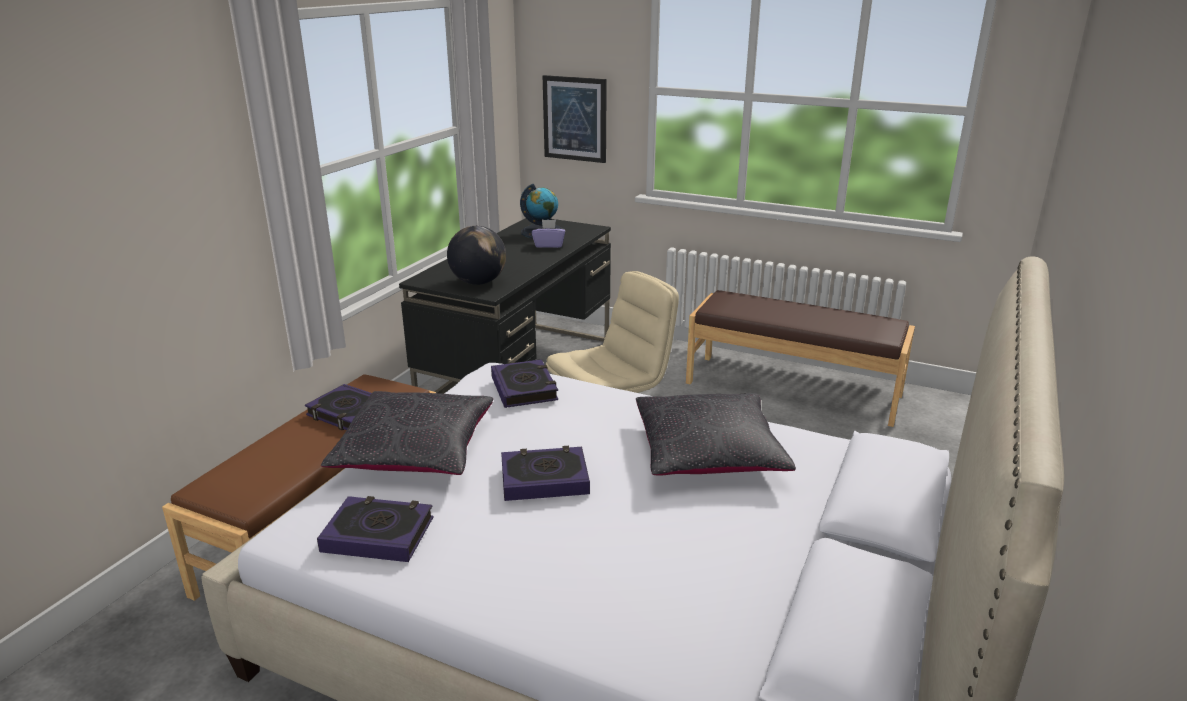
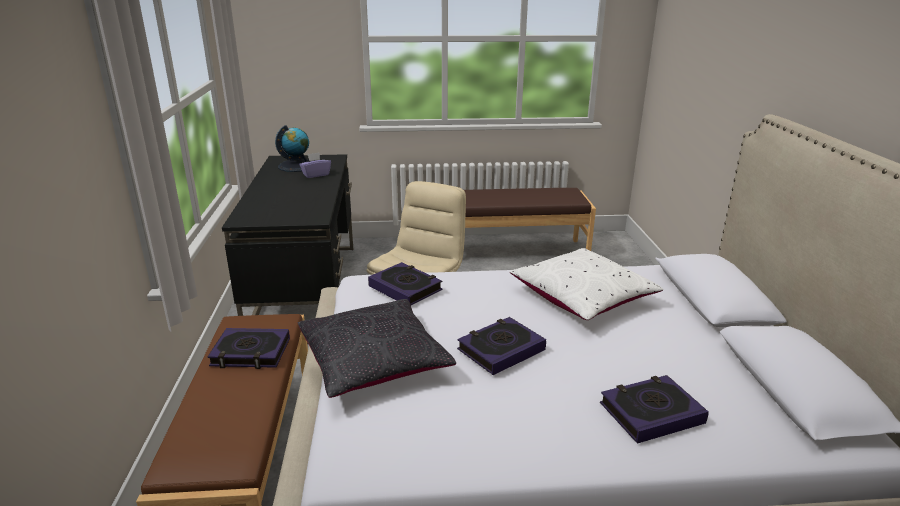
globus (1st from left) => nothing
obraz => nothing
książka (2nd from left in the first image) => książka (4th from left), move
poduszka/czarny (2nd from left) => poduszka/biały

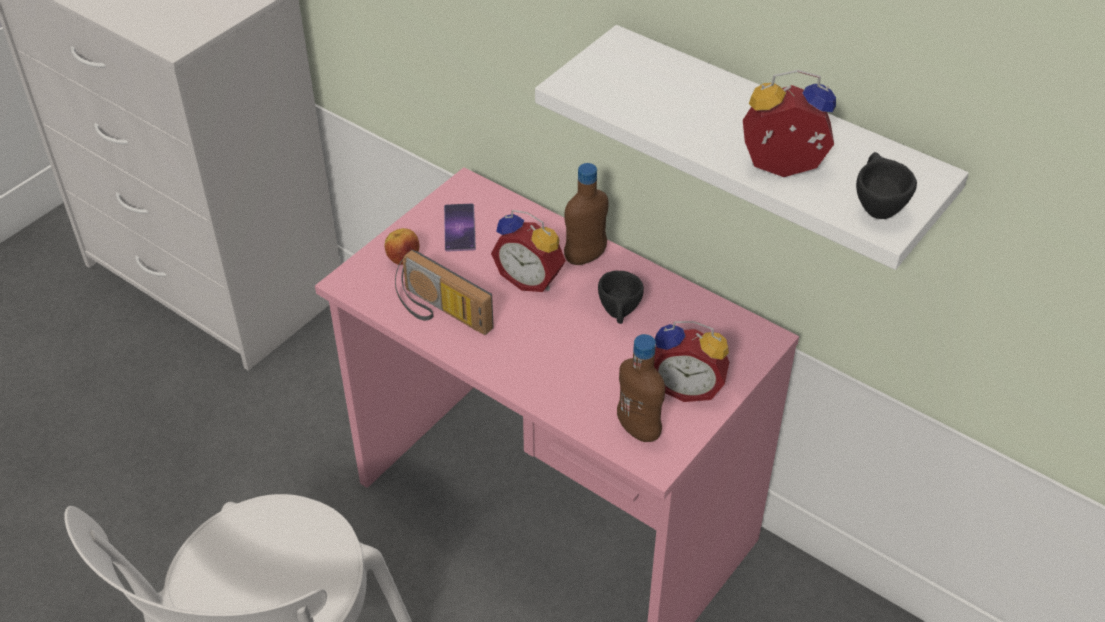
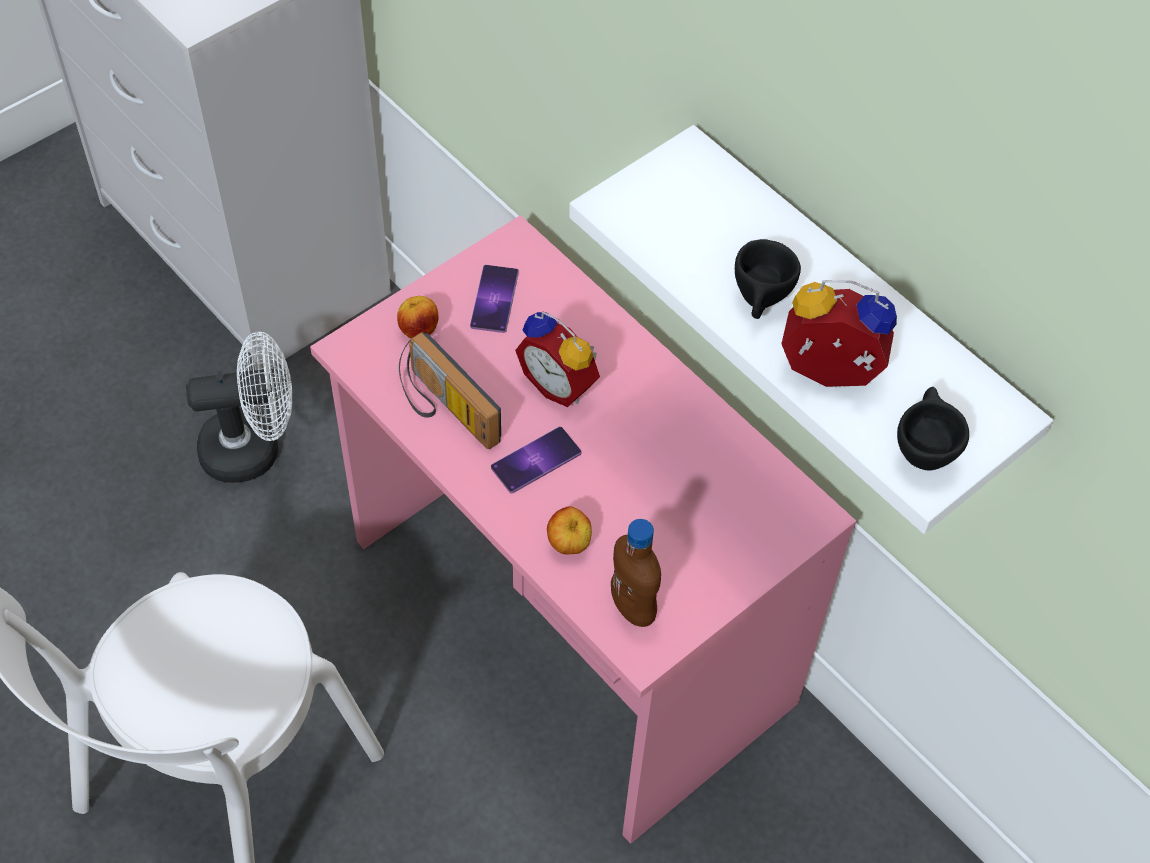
butelka/brązowy (1st from left) => nothing
budzik (2nd from left) => nothing
nothing => wentylator/biały
nothing => telefon (2nd from left)
nothing => jabłko (2nd from left)
filiżanka/czarny (1st from left), move

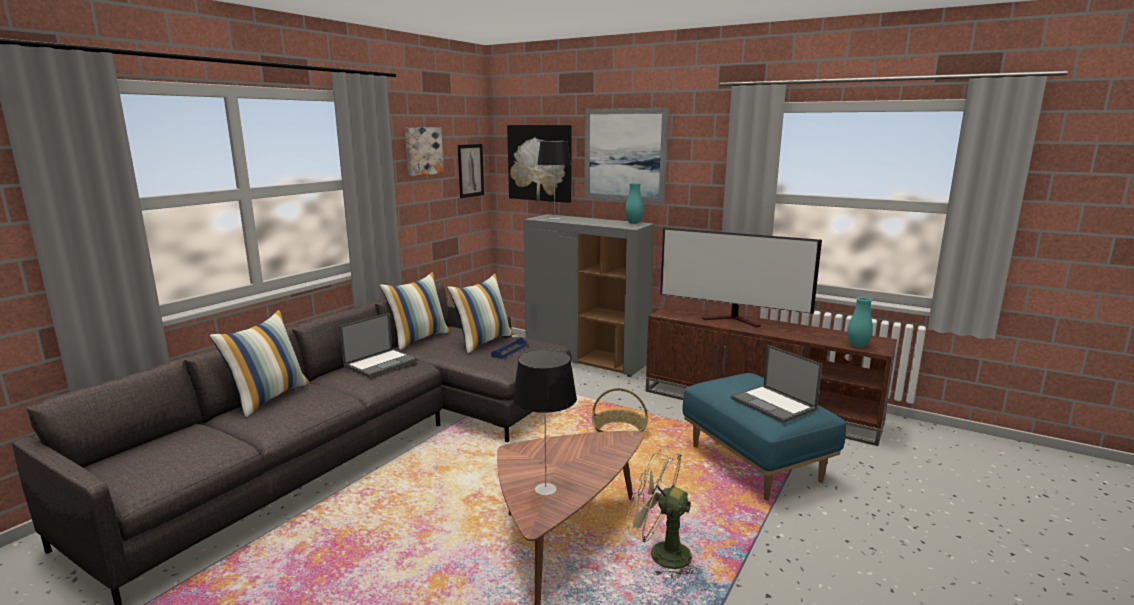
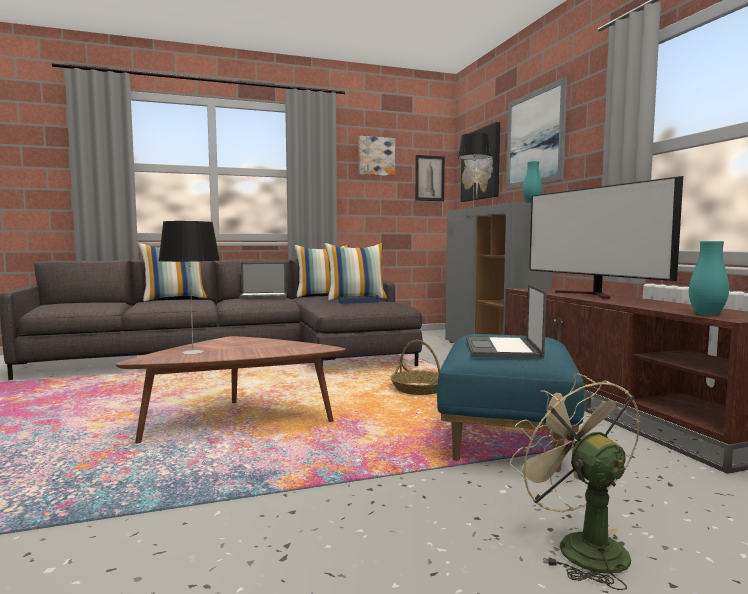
wentylator/beżowy, move

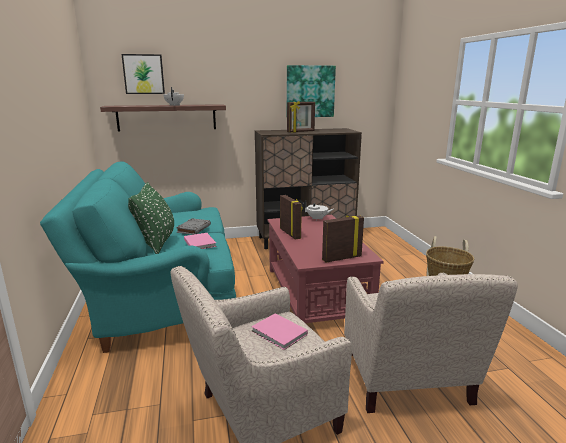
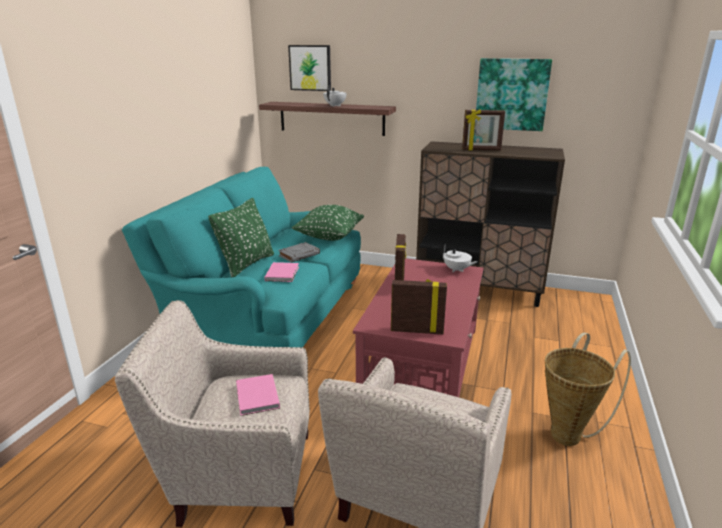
nothing => poduszka/zielony (2nd from left)

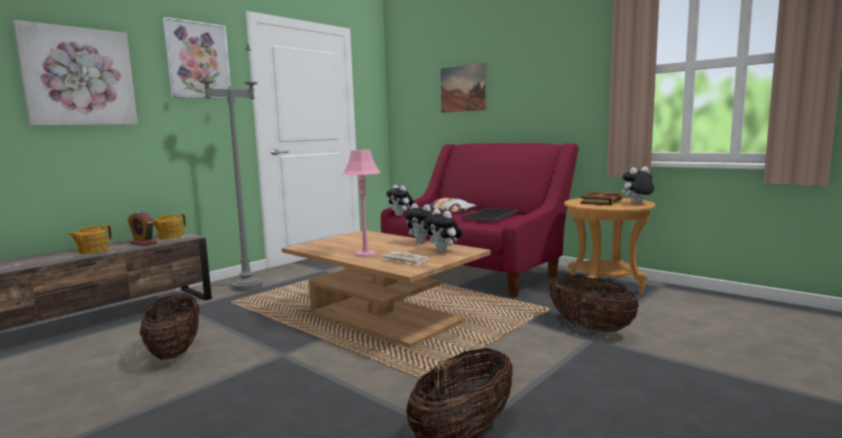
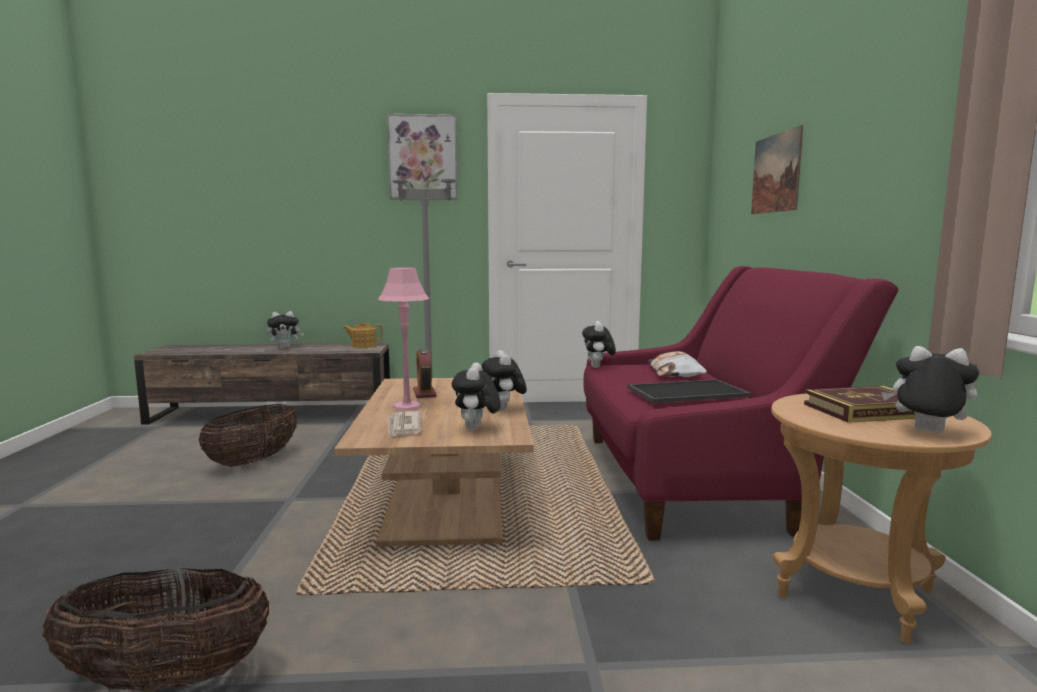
obraz (1st from left) => nothing
koszyk (3rd from left) => nothing
budzik, move
imbryk (1st from left) => pluszak (1st from left)

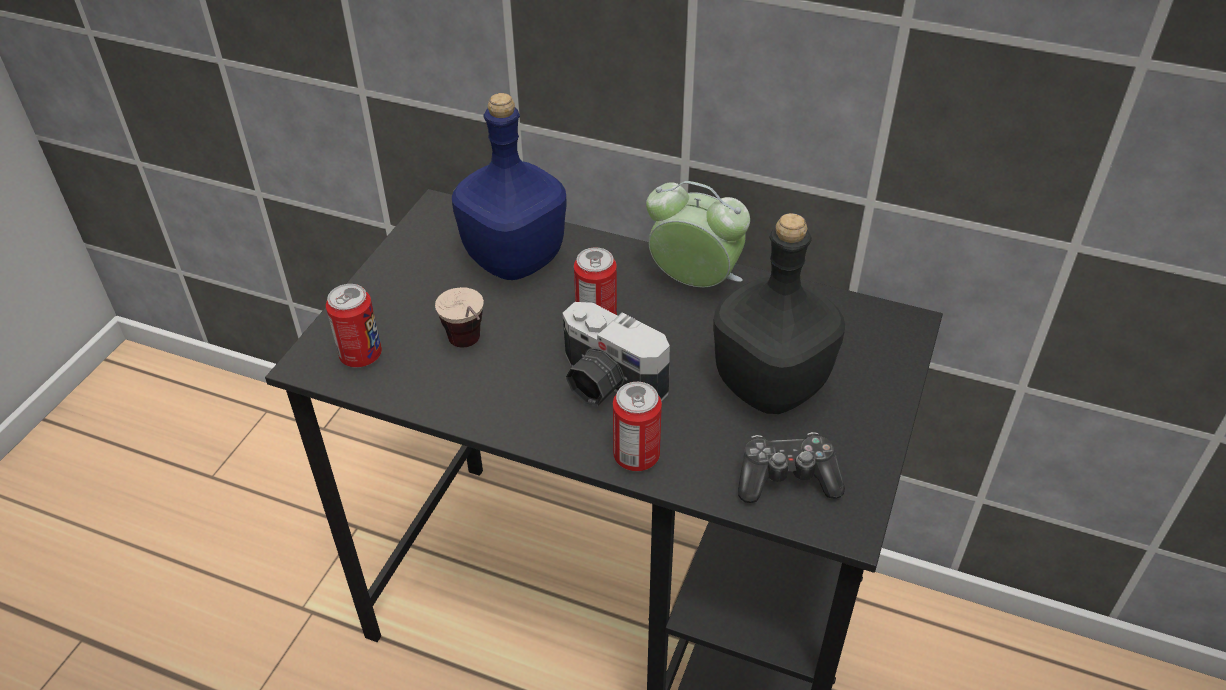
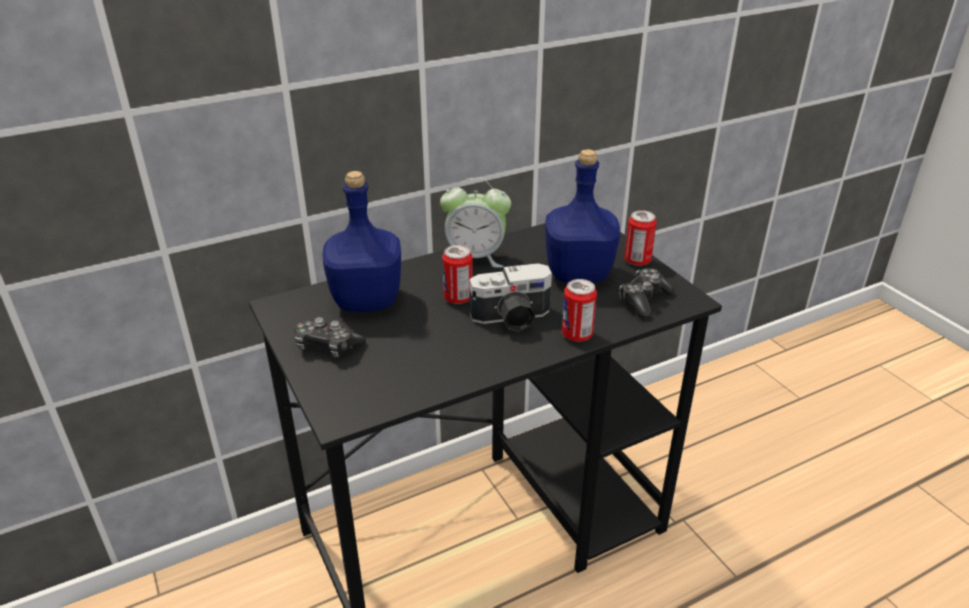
filiżanka => nothing
nothing => pad do gier (1st from left)
puszka (1st from left in the first image) => puszka (3rd from left), move
butelka/czarny => butelka/niebieski (2nd from left)
budzik, 150 degrees counterclockwise

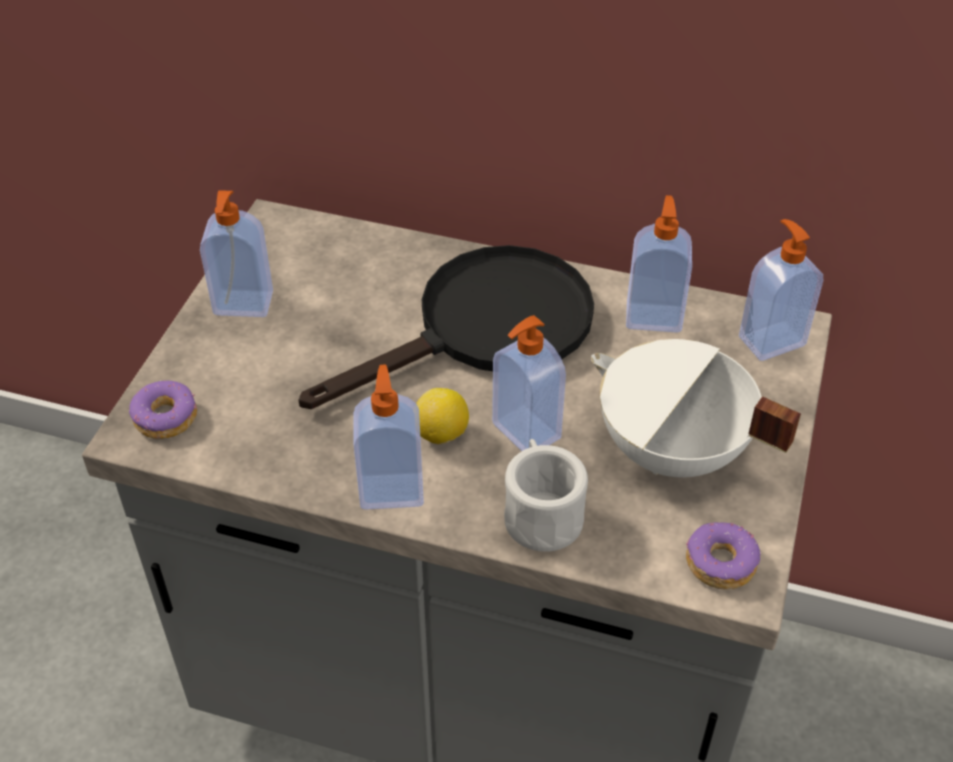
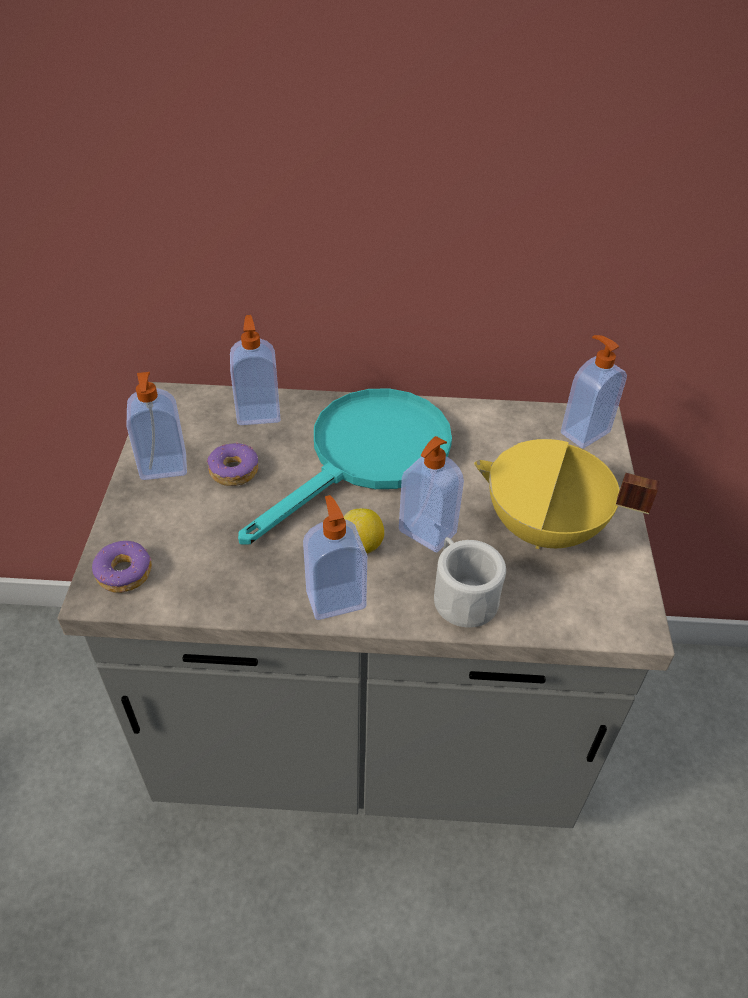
dozownik mydła (4th from left in the first image) => dozownik mydła (2nd from left), move
donut (2nd from left), move
patelnia/czarny => patelnia/turkusowy
garnek/biały => garnek/żółty

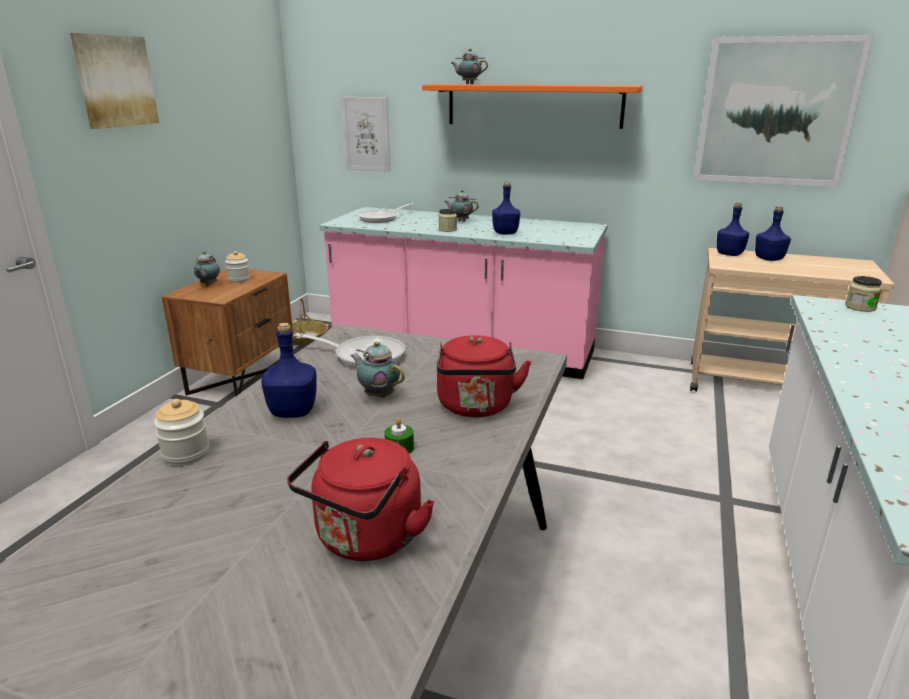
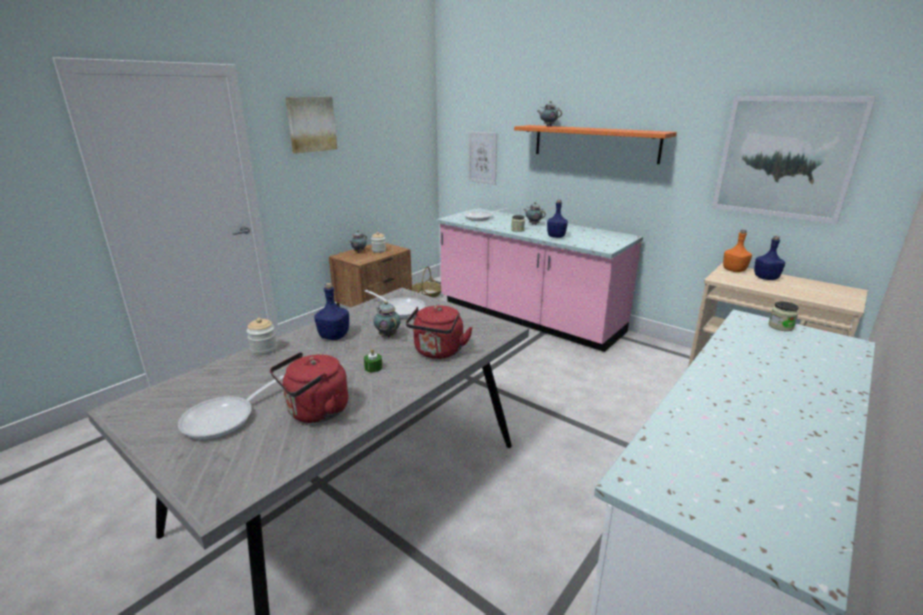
nothing => patelnia (1st from left)
butelka/niebieski (3rd from left) => butelka/pomarańczowy

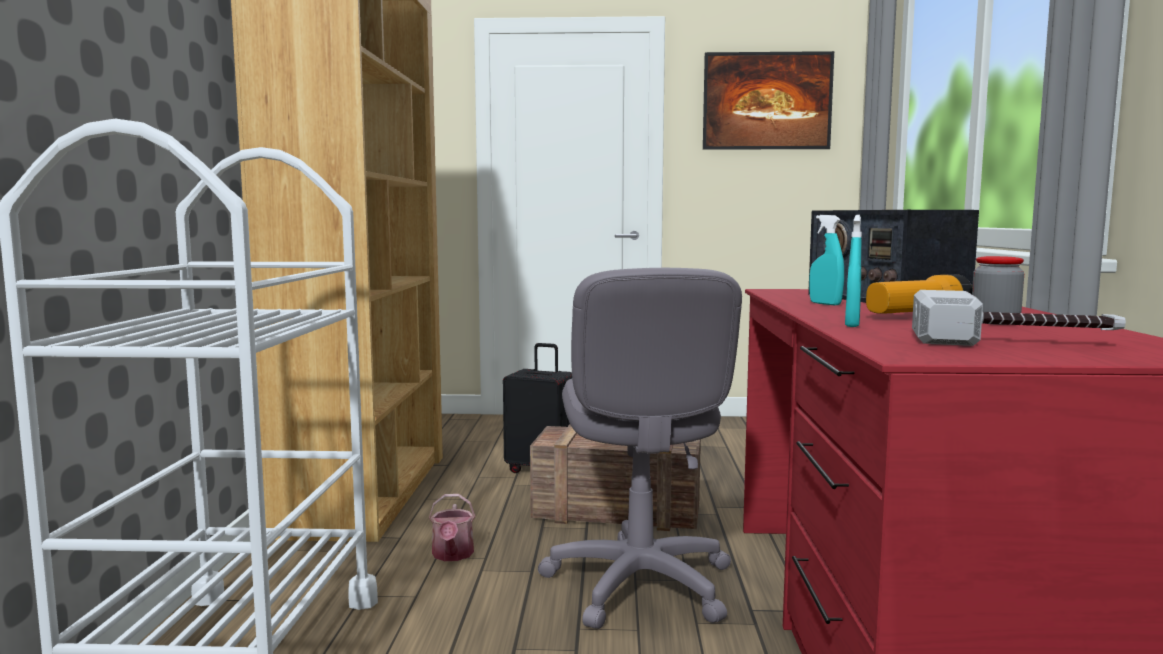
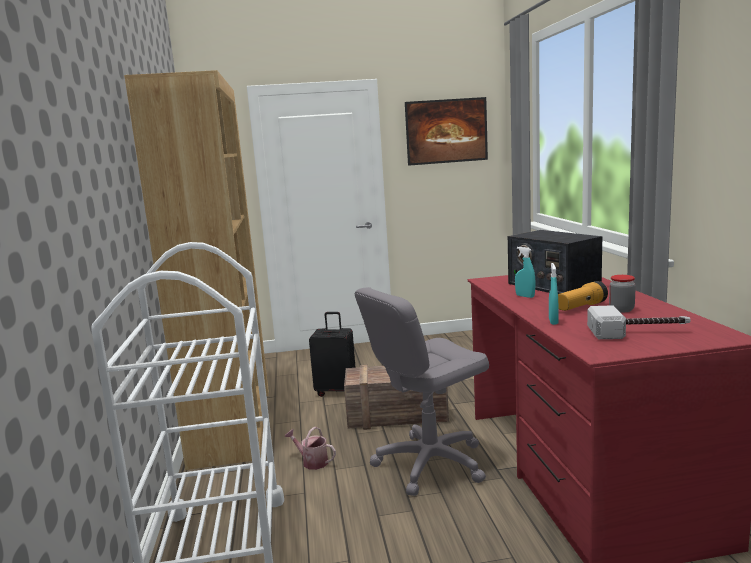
konewka, 135 degrees clockwise
krzesło biurowe/szary, 75 degrees clockwise

